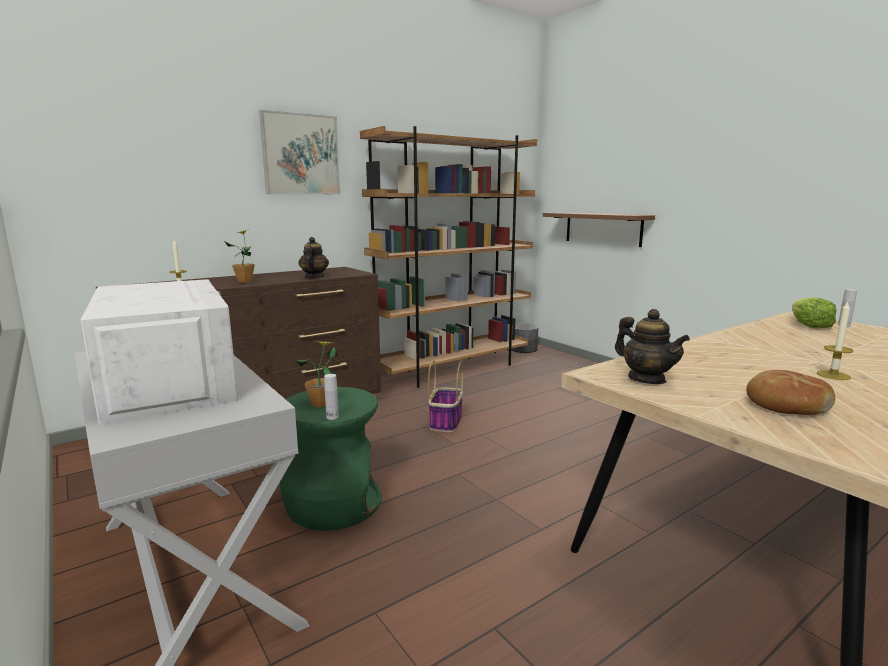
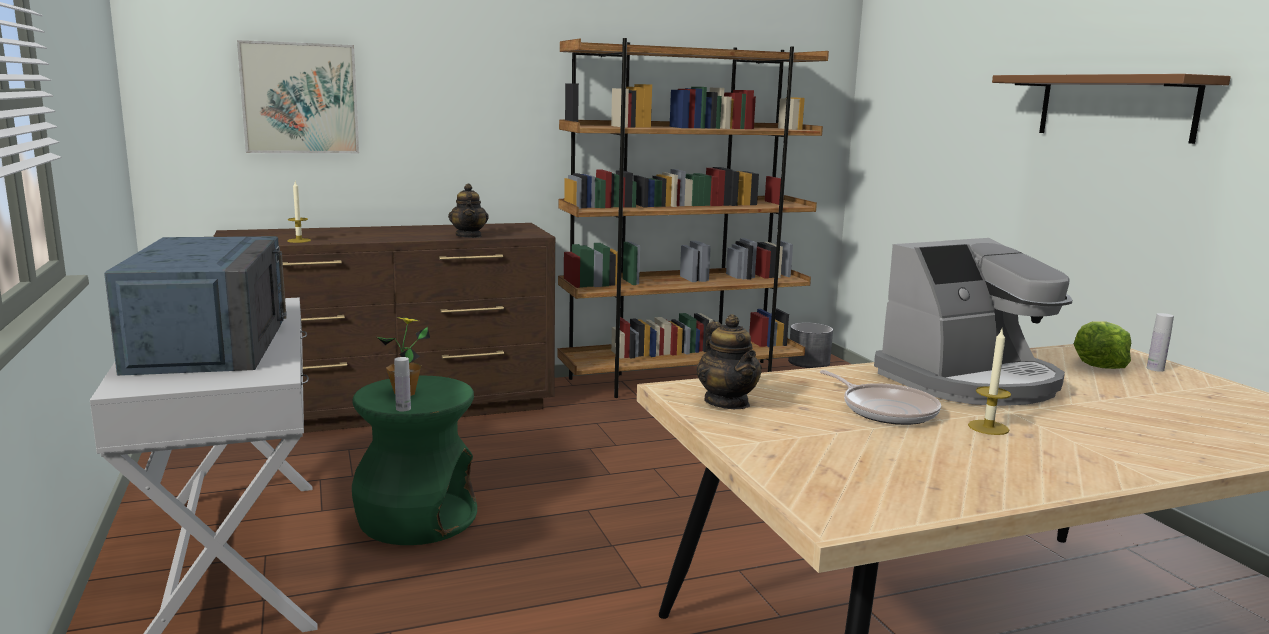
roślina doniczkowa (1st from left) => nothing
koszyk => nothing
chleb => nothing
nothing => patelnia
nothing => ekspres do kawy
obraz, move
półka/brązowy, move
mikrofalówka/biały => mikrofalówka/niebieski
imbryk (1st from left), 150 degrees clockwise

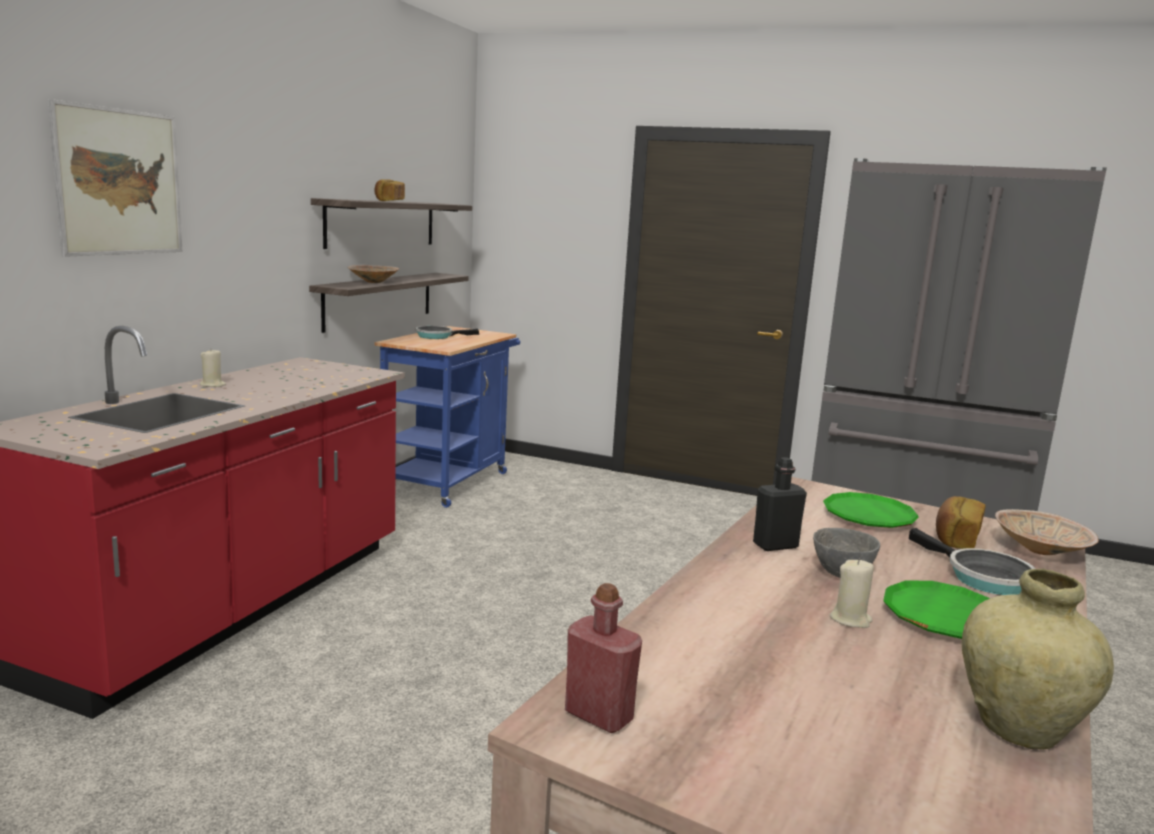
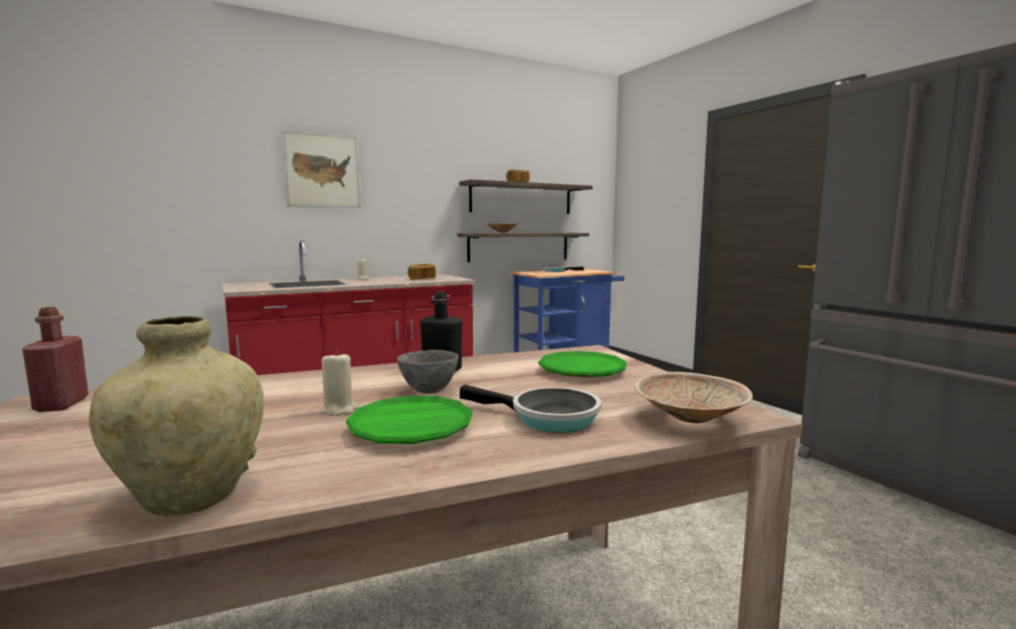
chleb (2nd from left in the first image) => chleb (1st from left), move
patelnia (2nd from left in the first image) => patelnia (1st from left), 75 degrees counterclockwise

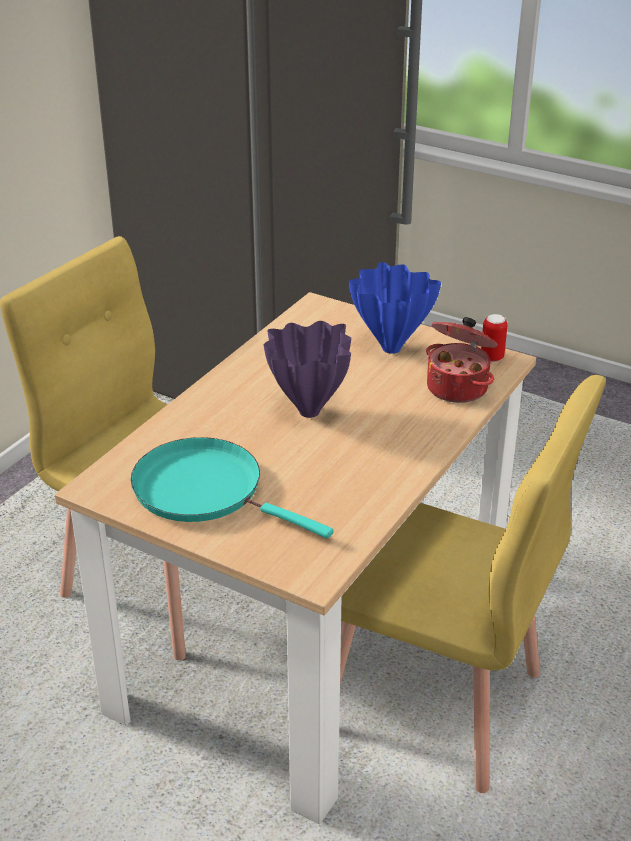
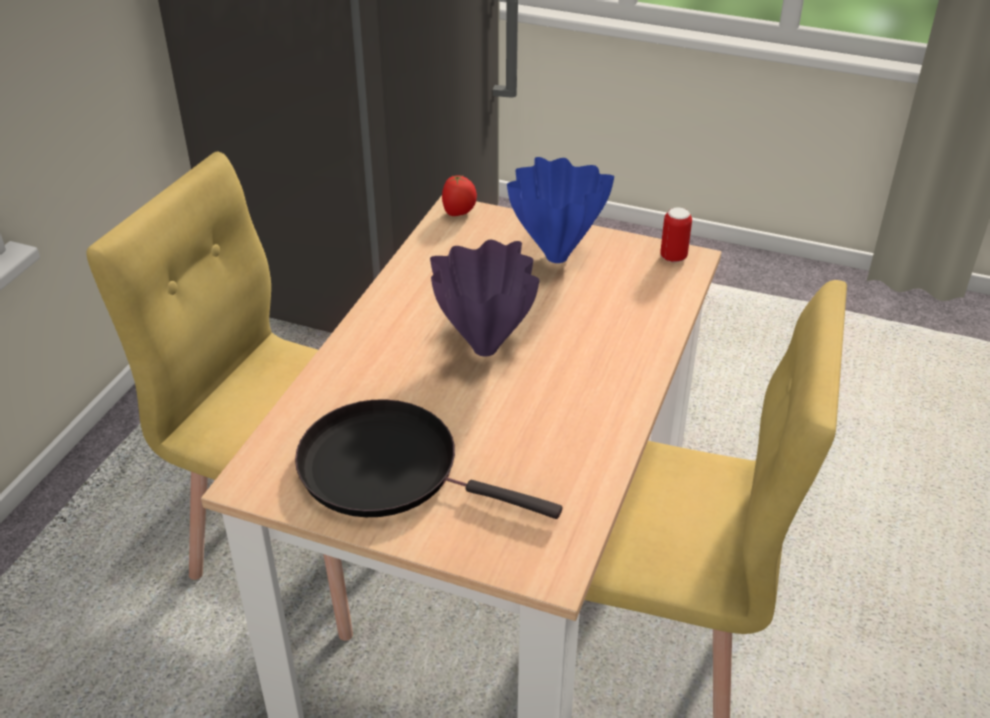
garnek => nothing
nothing => pomidor
patelnia/turkusowy => patelnia/czarny

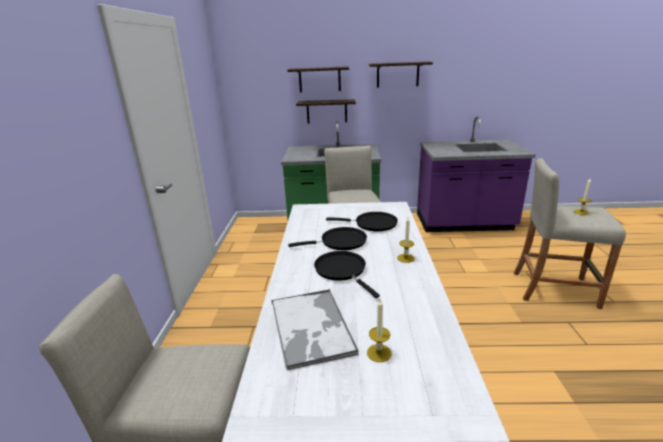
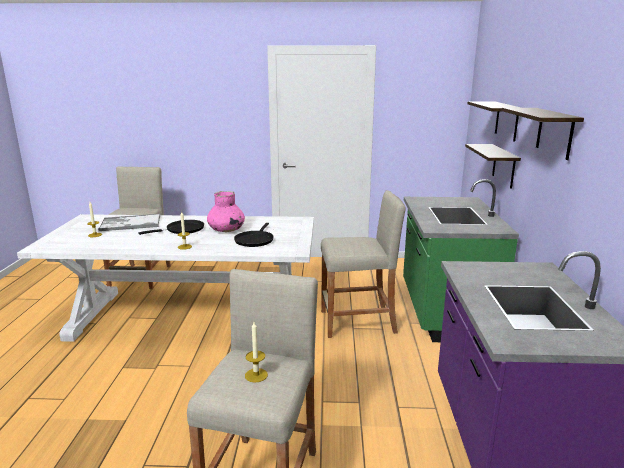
patelnia/czarny (1st from left) => wazon/różowy

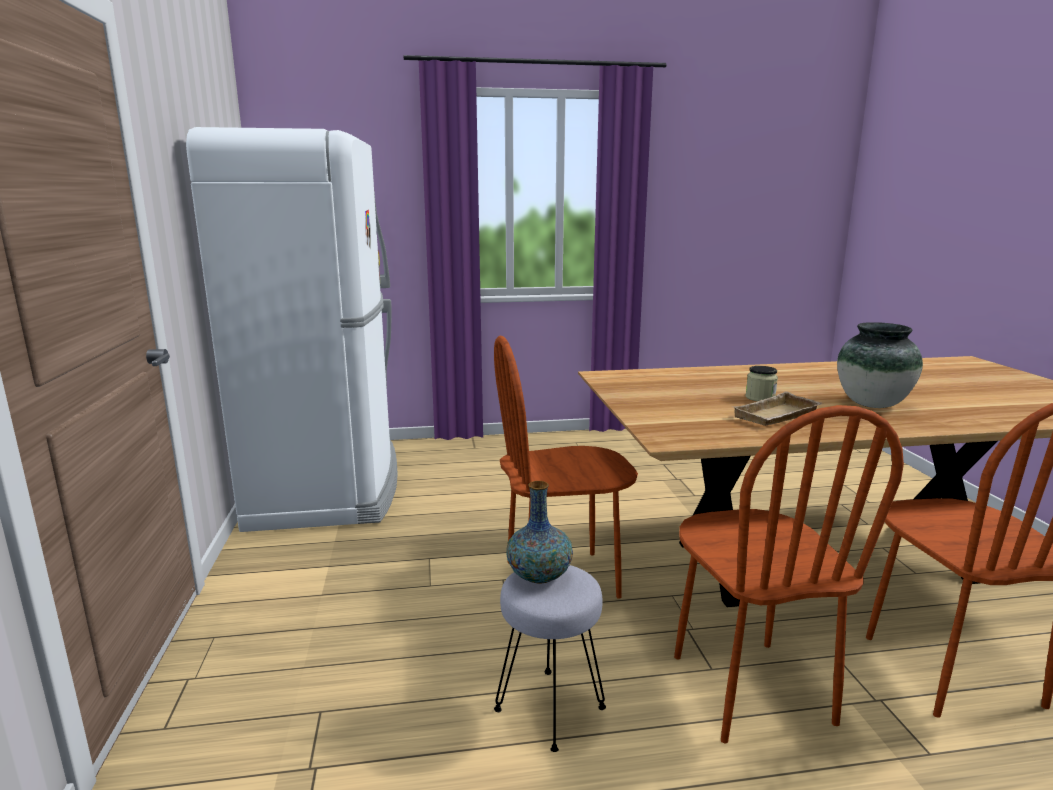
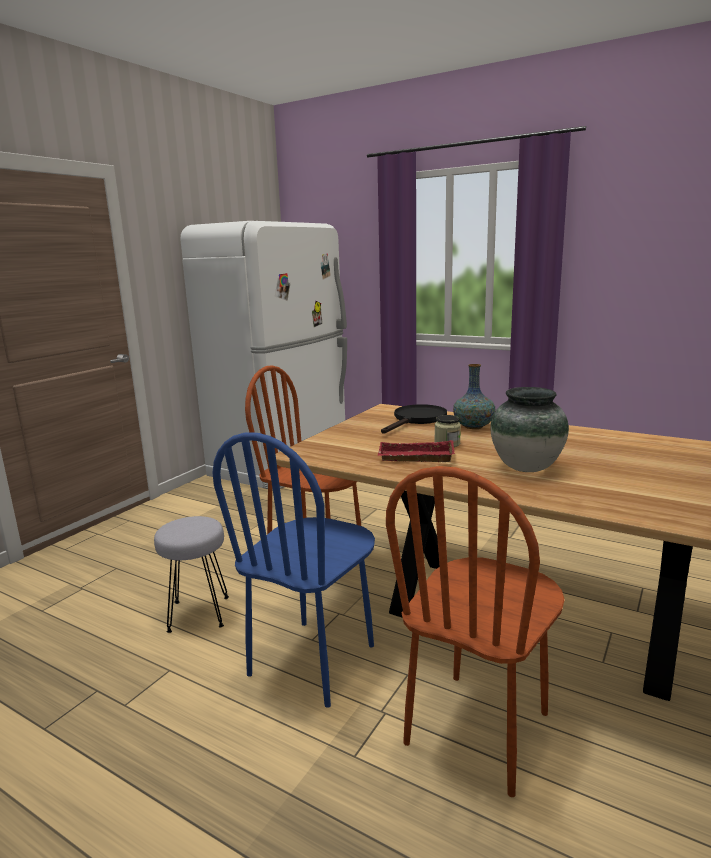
nothing => patelnia/czarny
wazon (1st from left), move
krzesło/brązowy (2nd from left) => krzesło/niebieski
taca/beżowy => taca/czerwony

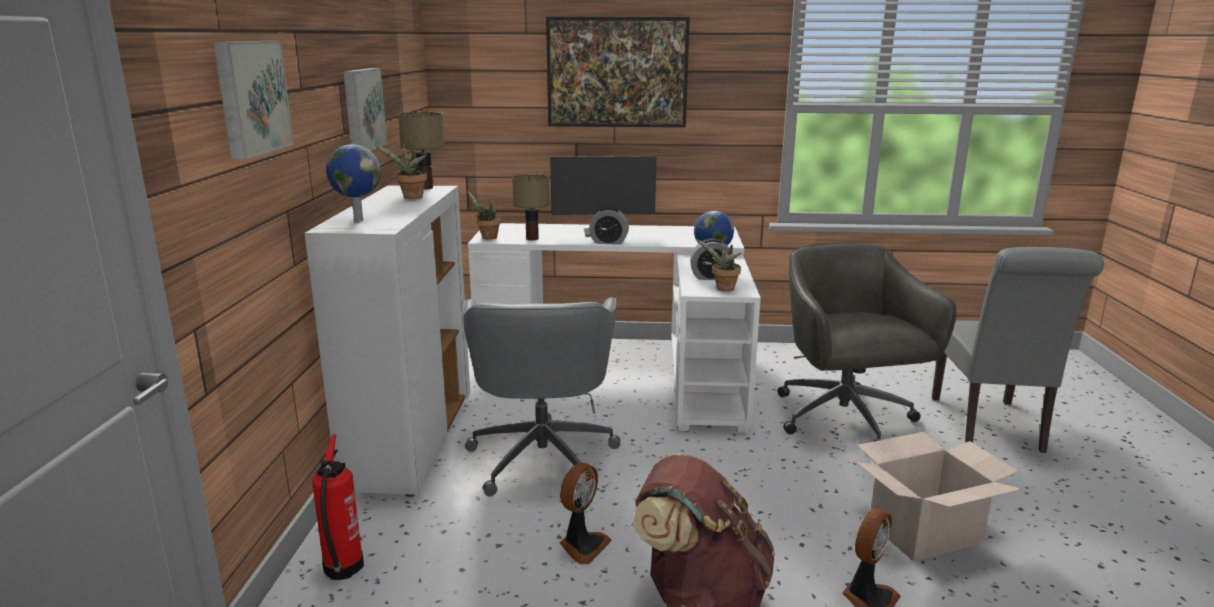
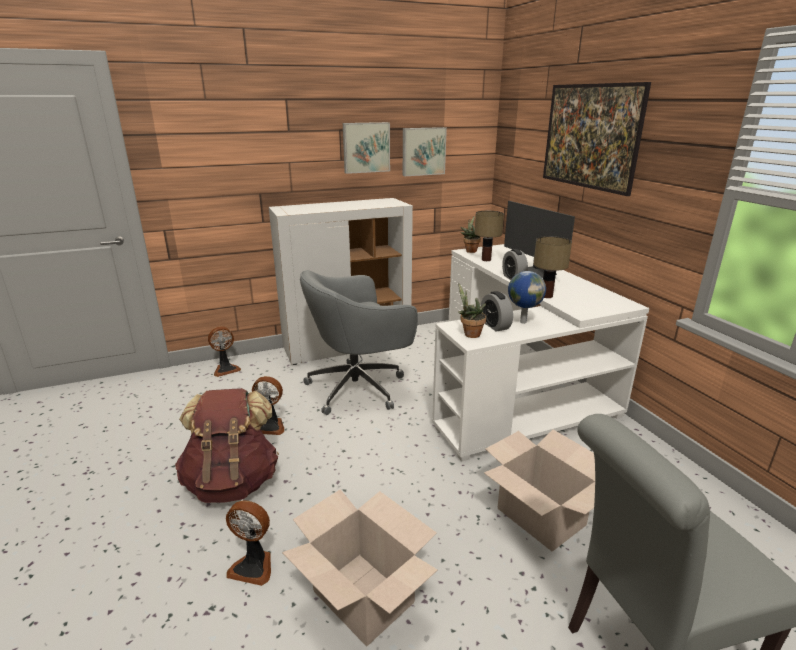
globus (1st from left) => nothing
roślina doniczkowa (1st from left) => nothing
obraz (1st from left in the first image) => obraz (2nd from left), move
lampa stołowa (1st from left in the first image) => lampa stołowa (2nd from left), move
gaśnica => wentylator (1st from left)
krzesło biurowe/szary (2nd from left) => karton (2nd from left)

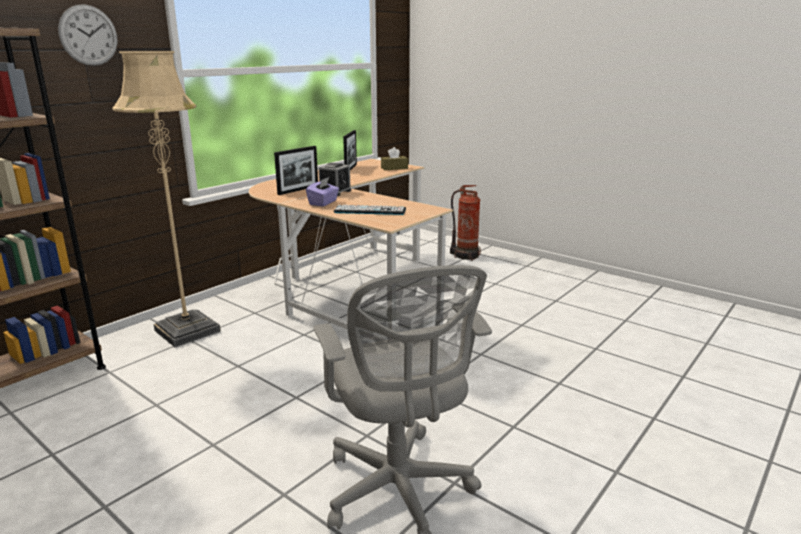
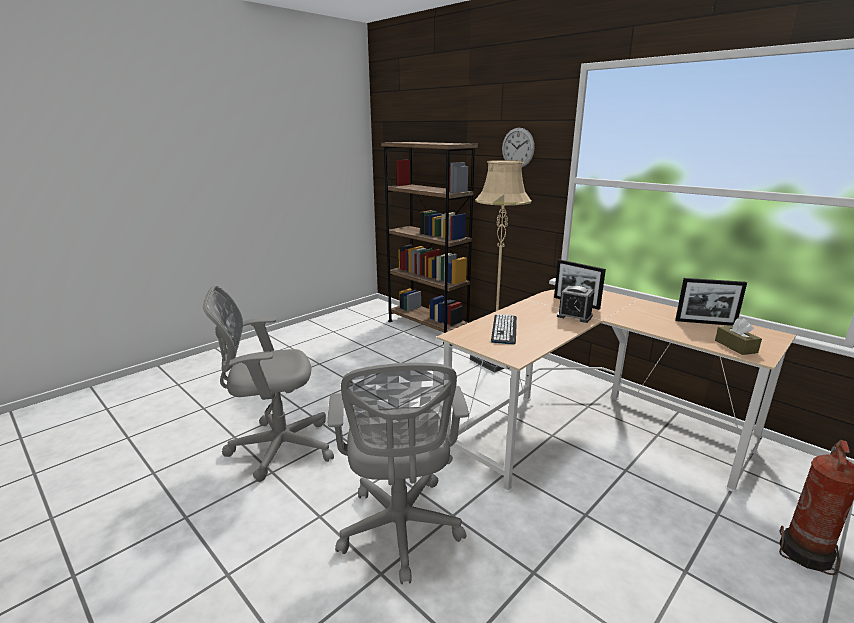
pudełko chusteczek/fioletowy => nothing
nothing => krzesło biurowe/szary (2nd from left)

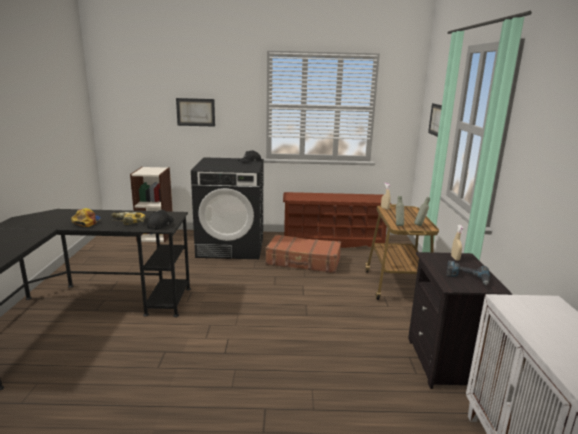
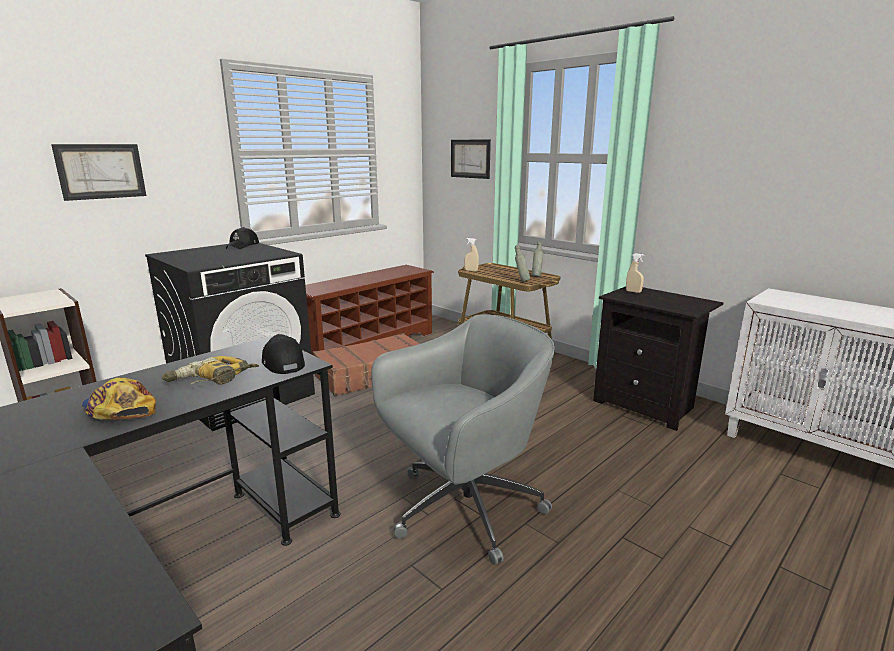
wiertarka (2nd from left) => nothing
nothing => krzesło biurowe/szary

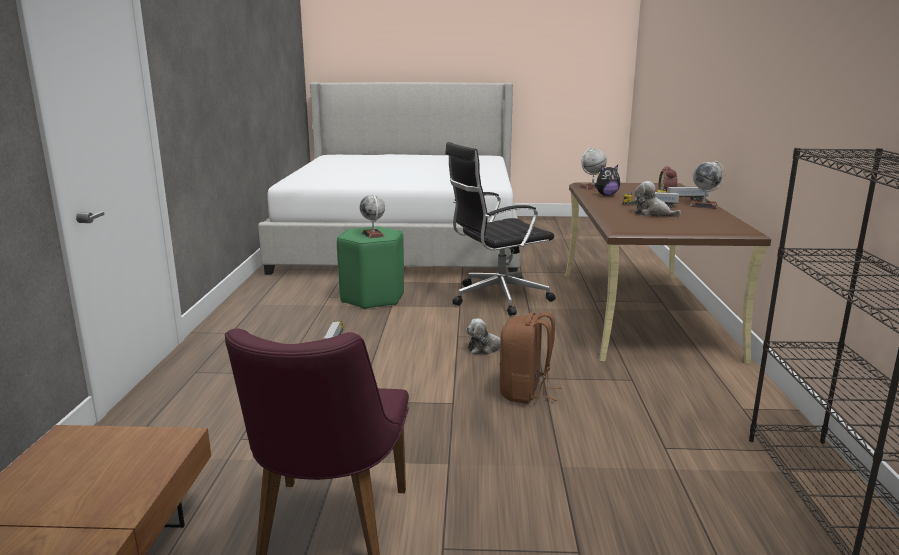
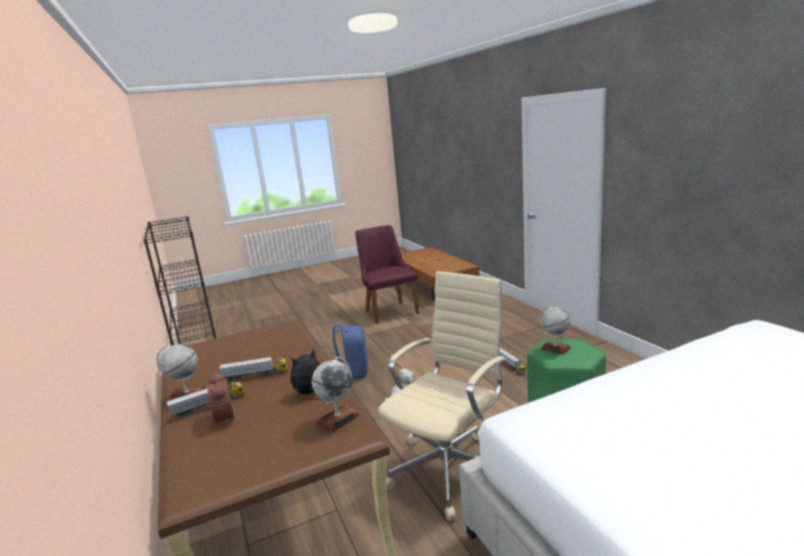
pluszak (3rd from left) => nothing
krzesło biurowe/czarny => krzesło biurowe/beżowy
plecak/brązowy => plecak/niebieski

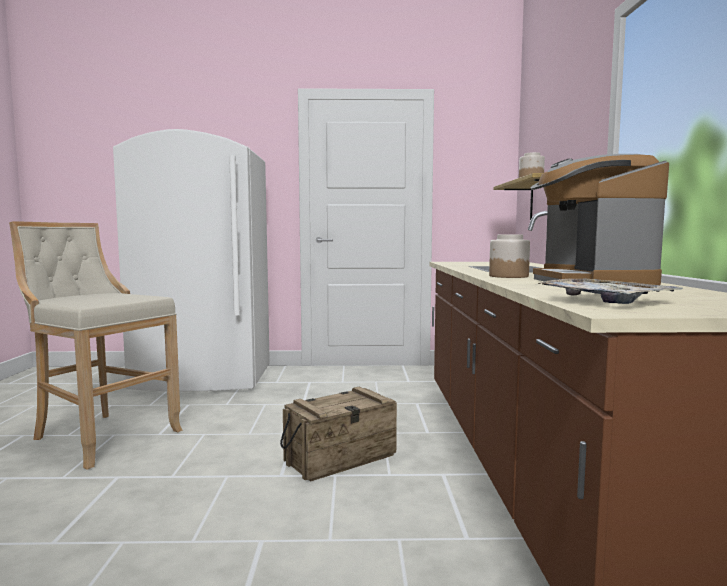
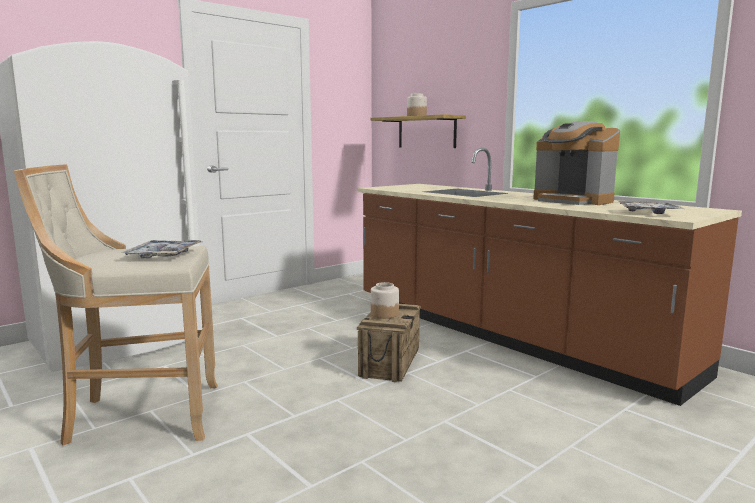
nothing => taca (1st from left)
słoik (1st from left), move

